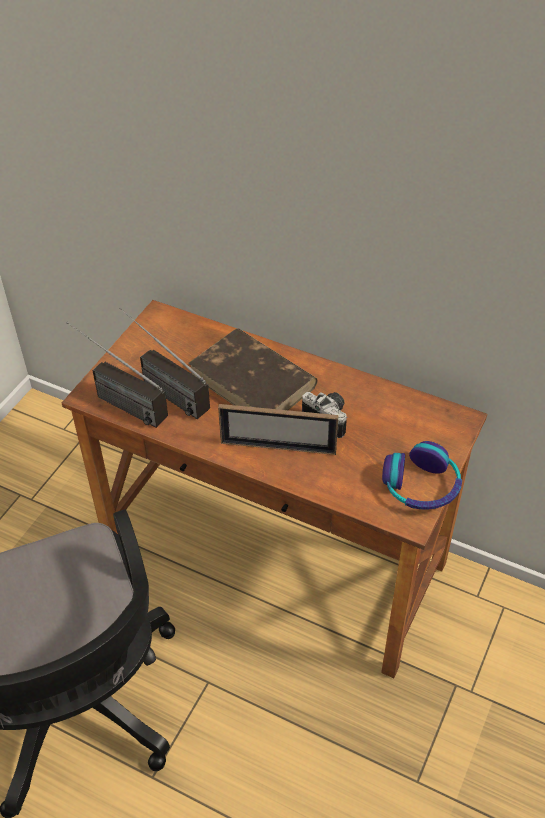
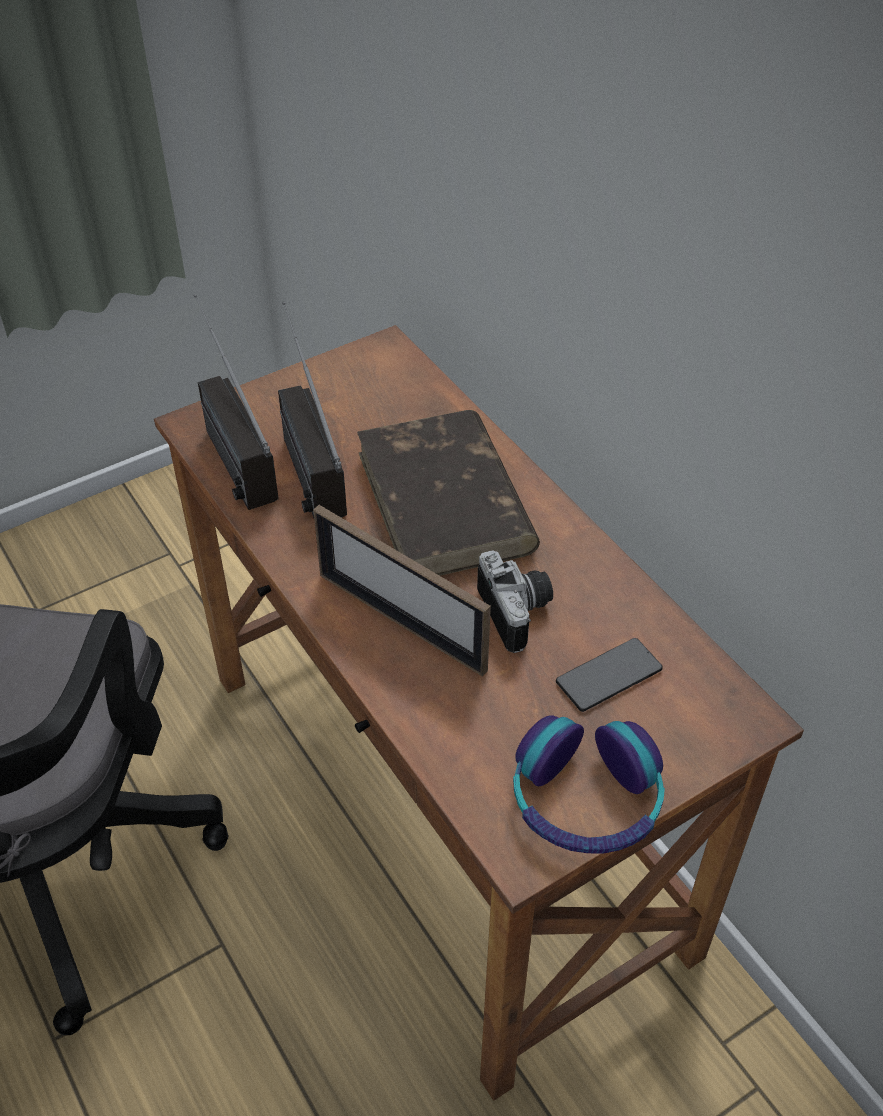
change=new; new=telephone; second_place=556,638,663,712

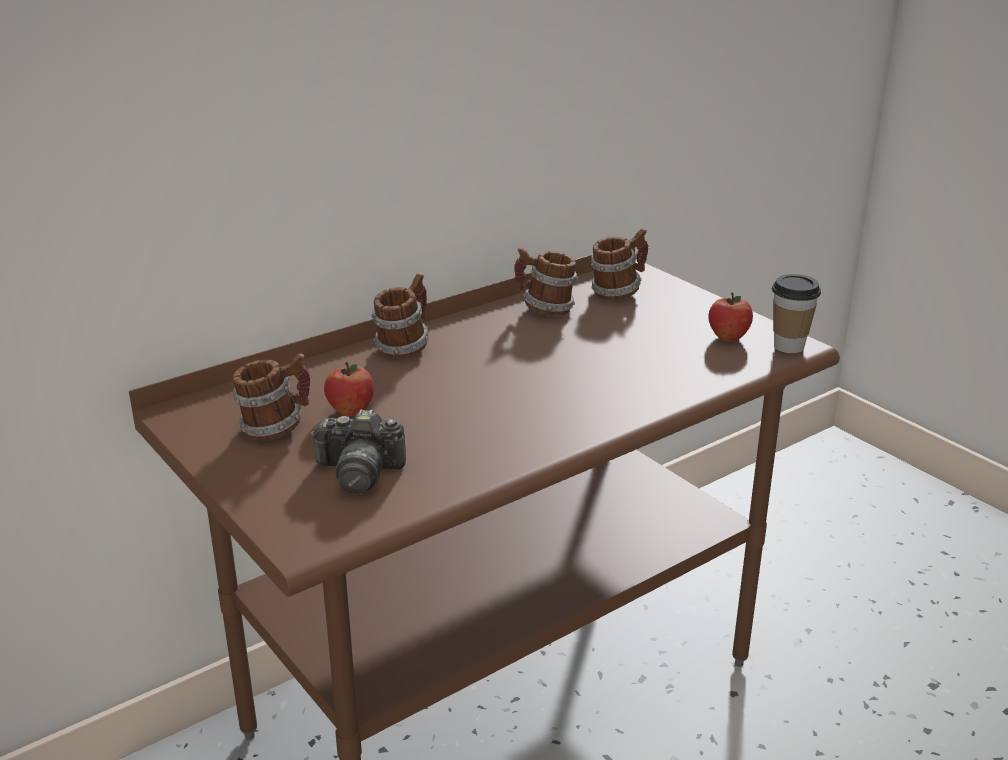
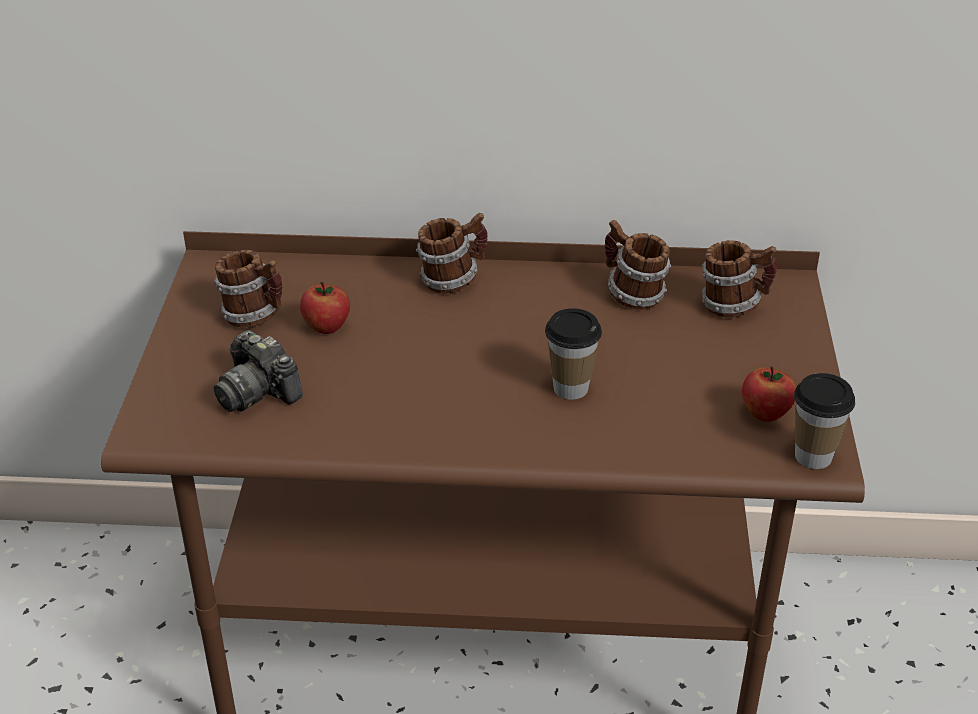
change=new; new=drinking cup; second_place=545,308,602,400

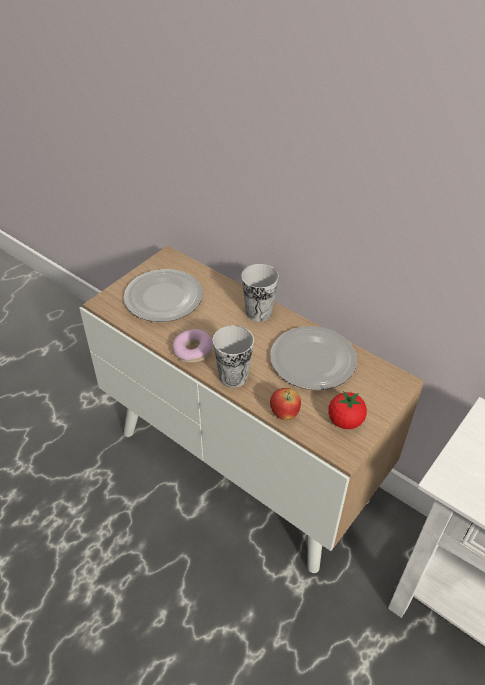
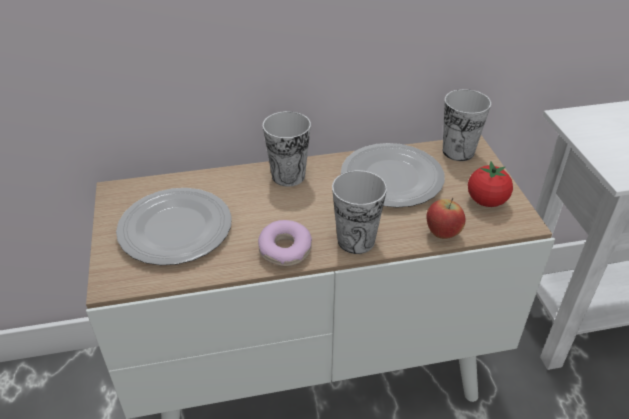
change=new; new=drinking cup; second_place=443,89,491,161

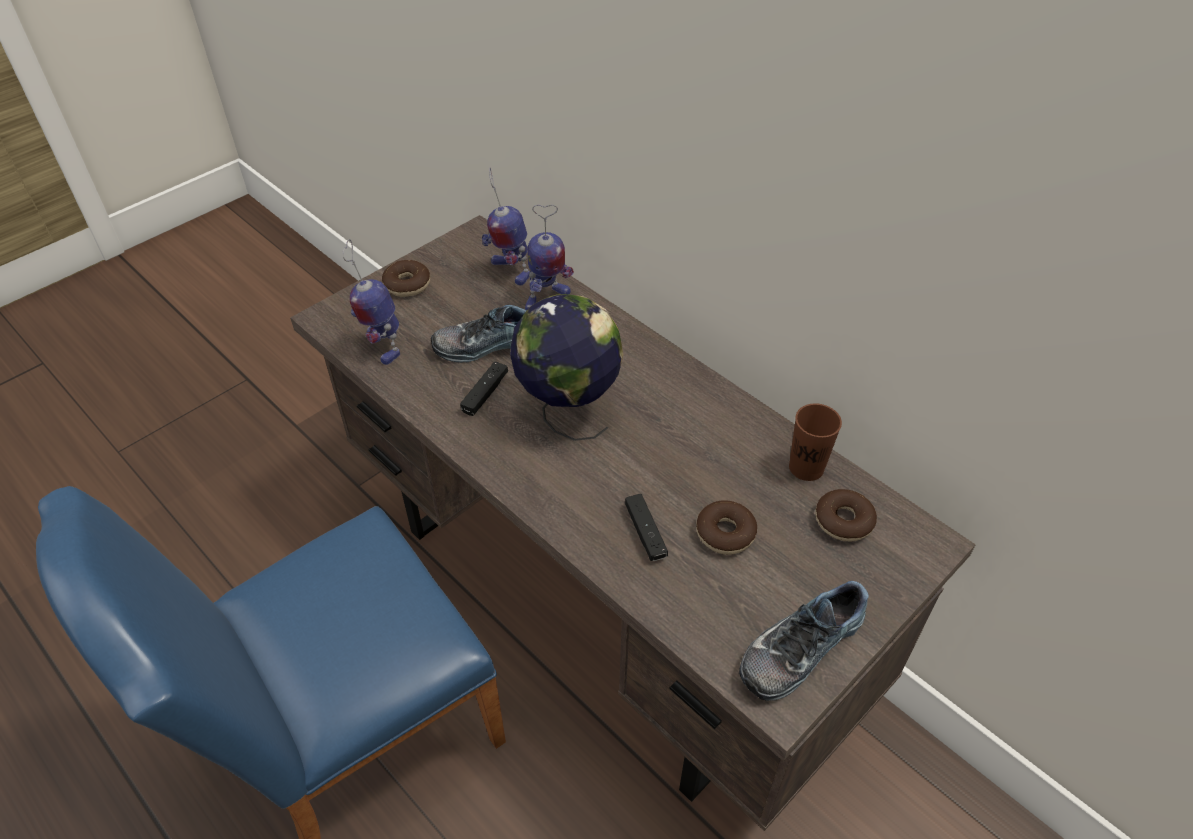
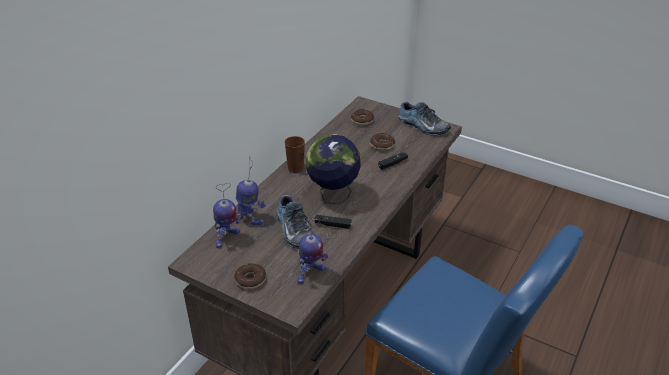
change=shifted; old=drinking cup (brown); first_place=789,403,842,481; second_place=285,136,305,173

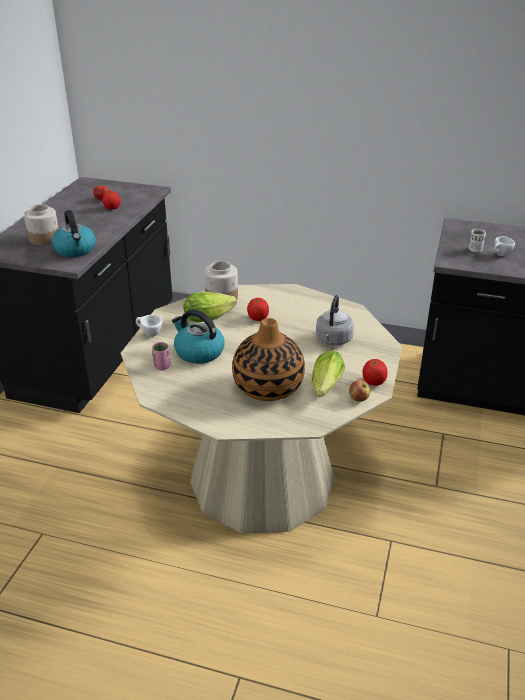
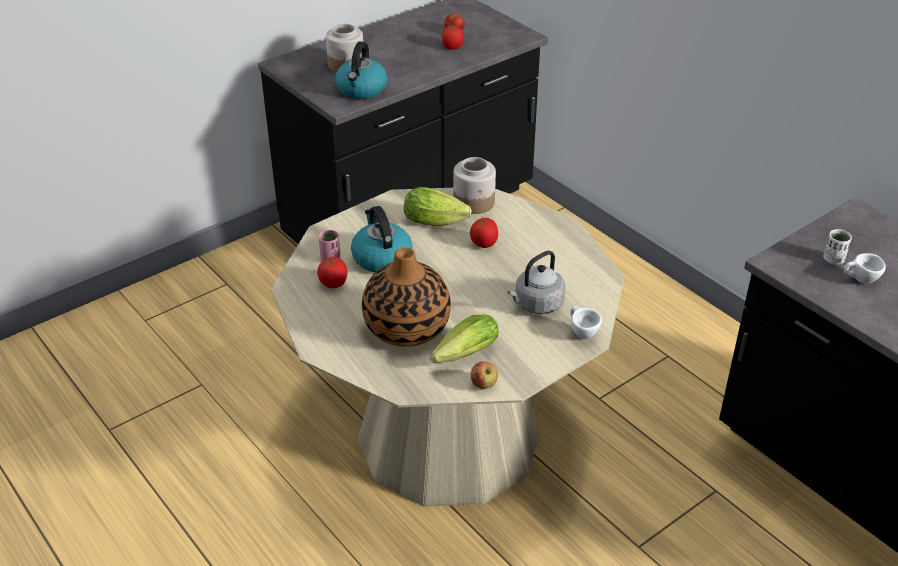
change=shifted; old=drinking cup (whitish); first_place=136,315,162,337; second_place=570,306,602,339
change=shifted; old=whole tomato; first_place=362,359,388,386; second_place=317,257,347,288

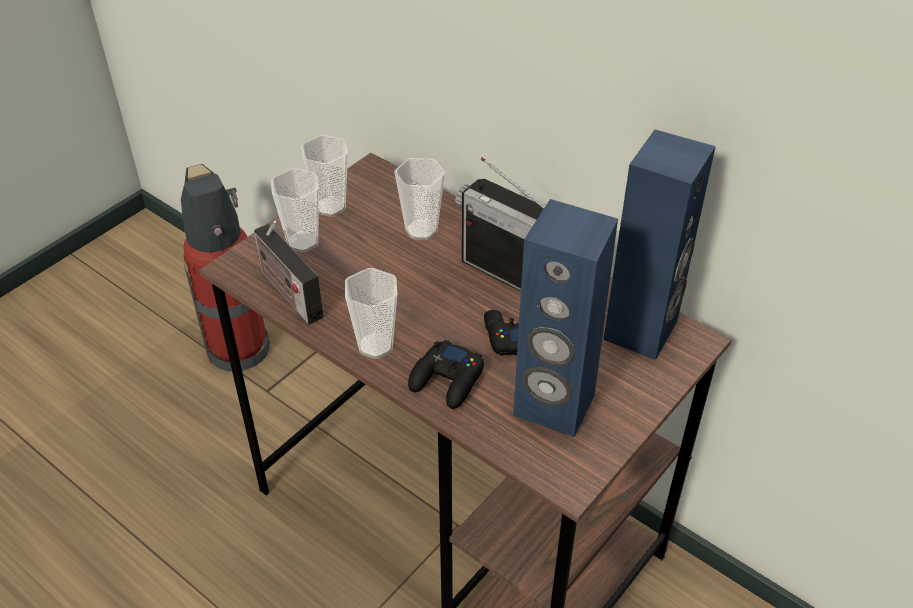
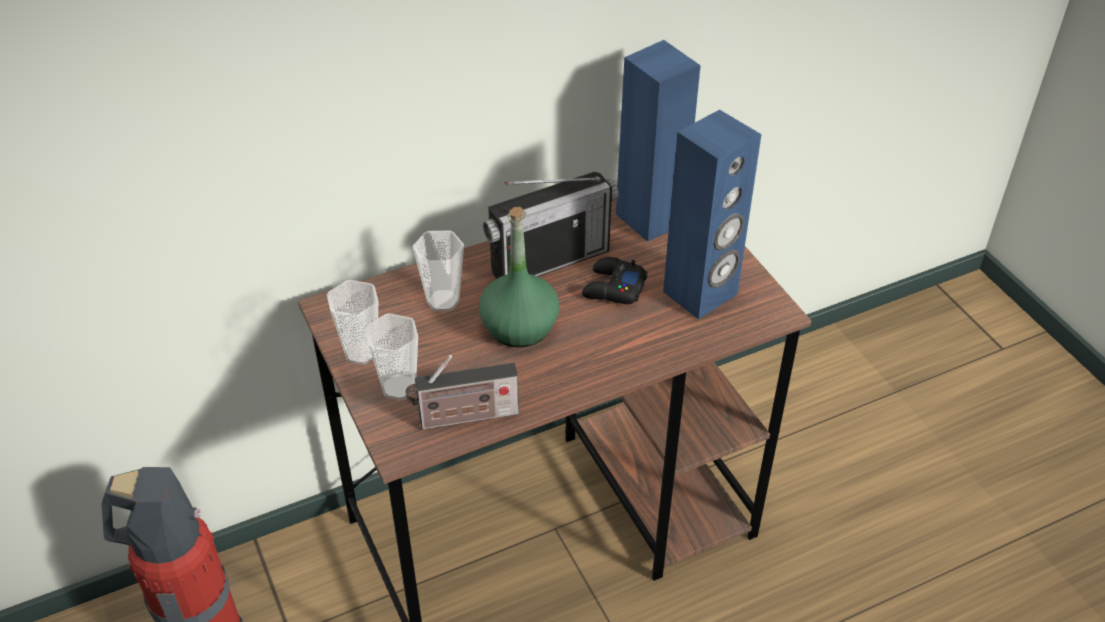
change=gone; old=drinking cup; first_place=345,268,397,359
change=gone; old=gamepad (blackish); first_place=408,340,484,409
change=new; new=bottle (green); second_place=479,207,560,348

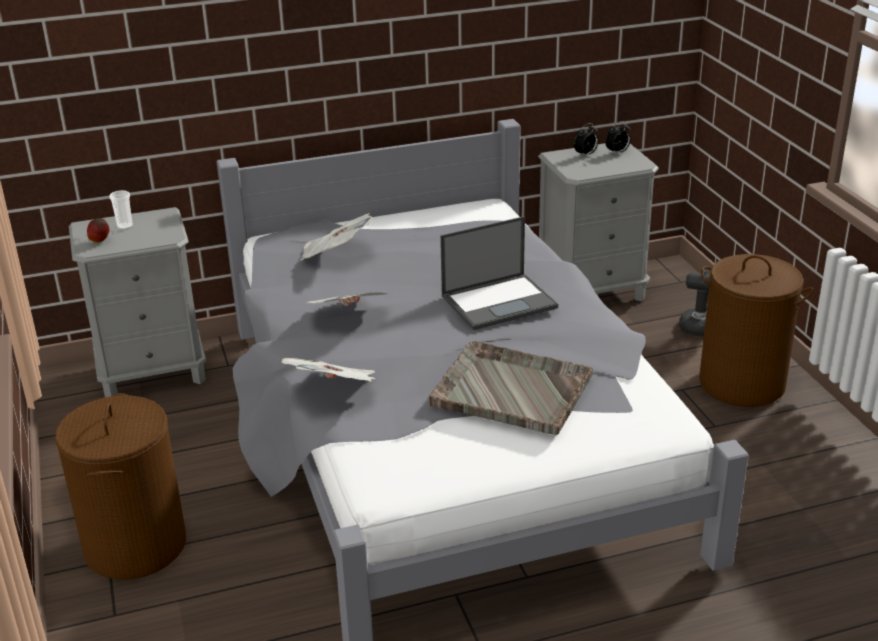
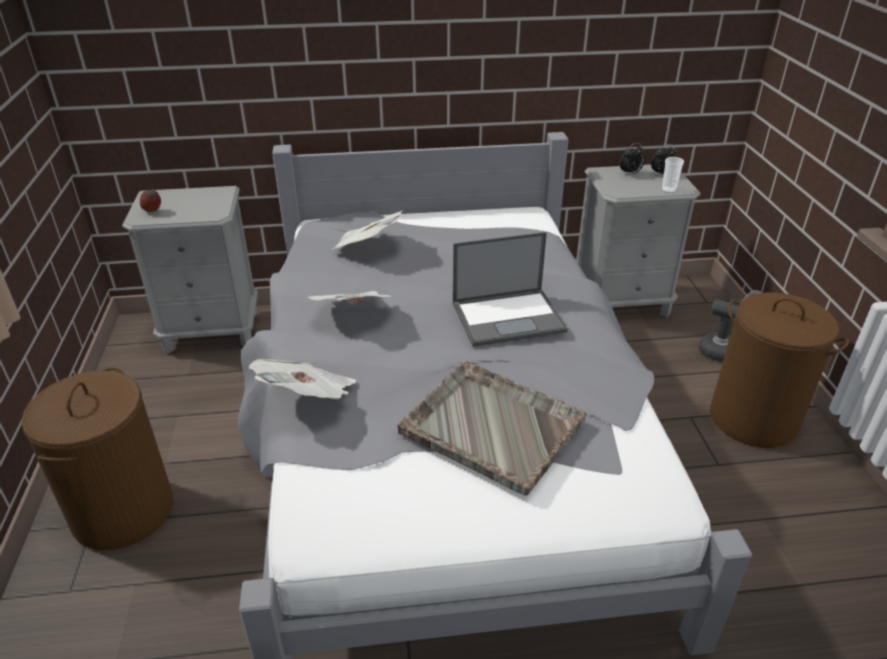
change=shifted; old=drinking cup; first_place=109,190,133,230; second_place=662,157,684,193

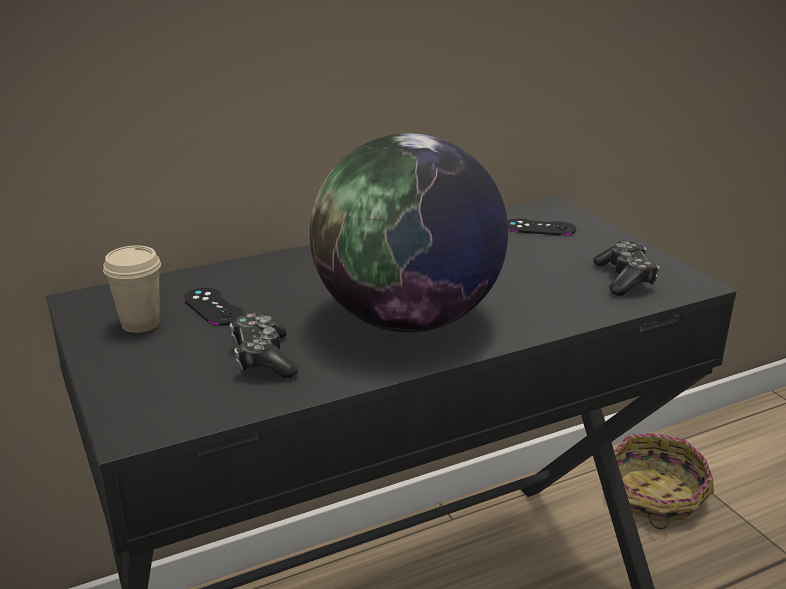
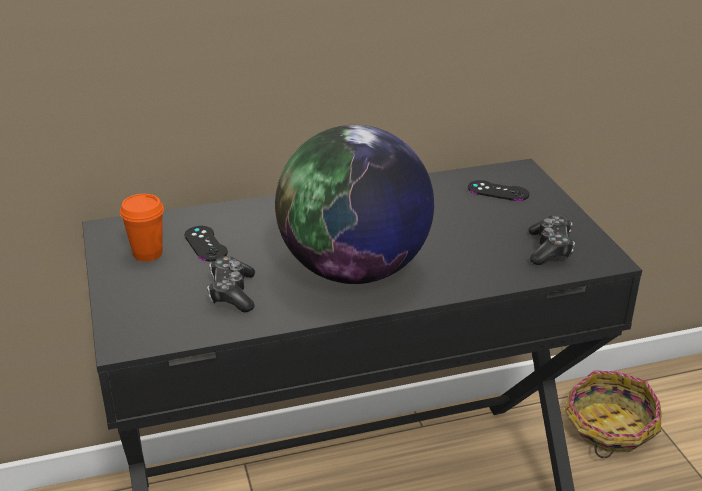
change=repainted; old=drinking cup (sand-coloured); new=drinking cup (orange-coloured); first_place=103,245,161,333; second_place=120,194,164,262

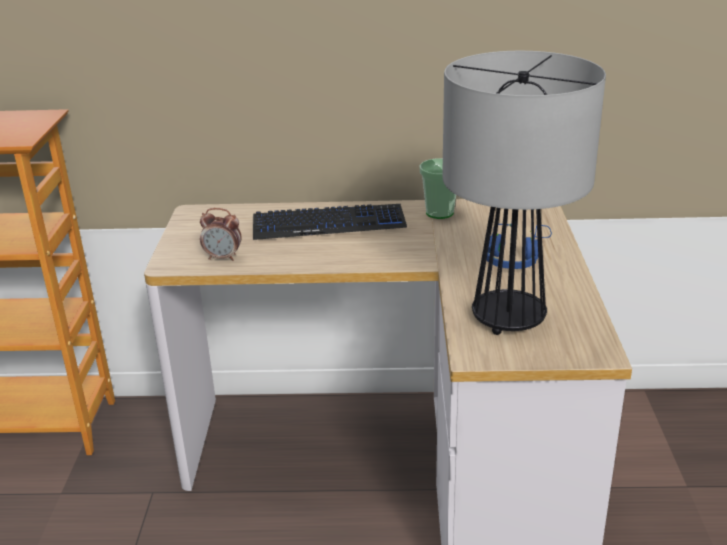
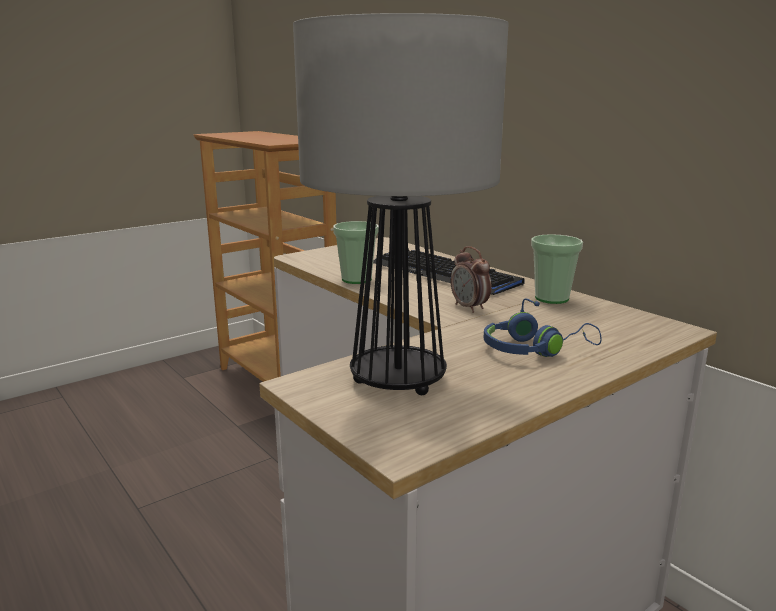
change=shifted; old=alarm clock; first_place=200,208,242,261; second_place=451,246,492,313
change=new; new=drinking cup; second_place=333,221,379,284

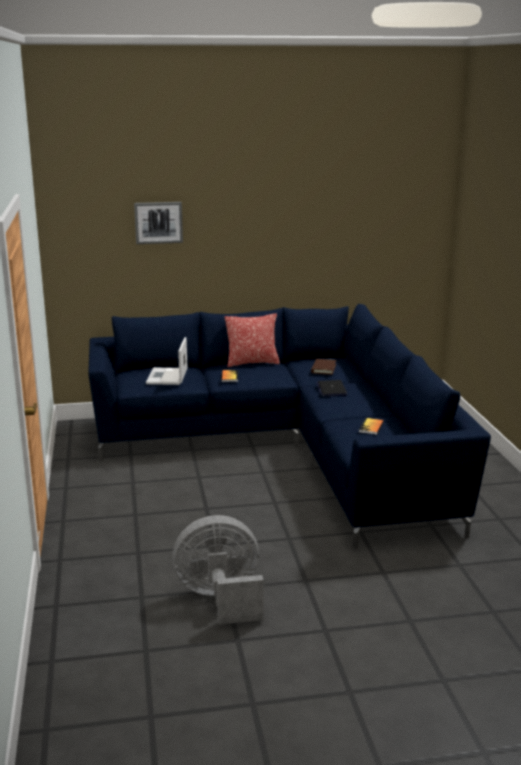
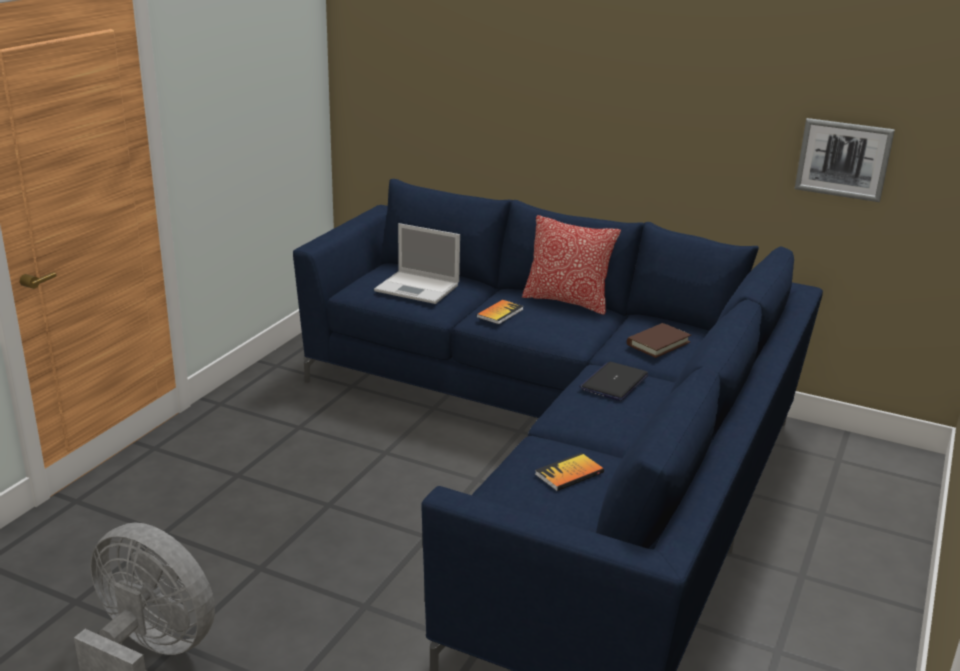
change=shifted; old=wall art; first_place=134,202,183,244; second_place=795,118,895,202
change=rotated; old=laptop; first_place=146,337,188,385; second_place=374,223,460,304; degrees=-105

